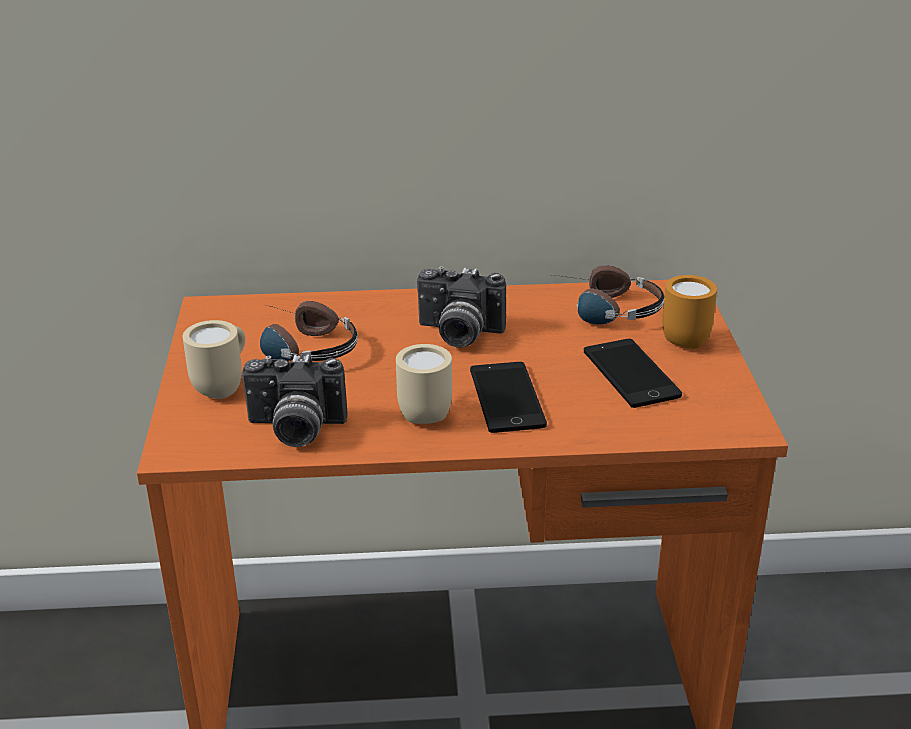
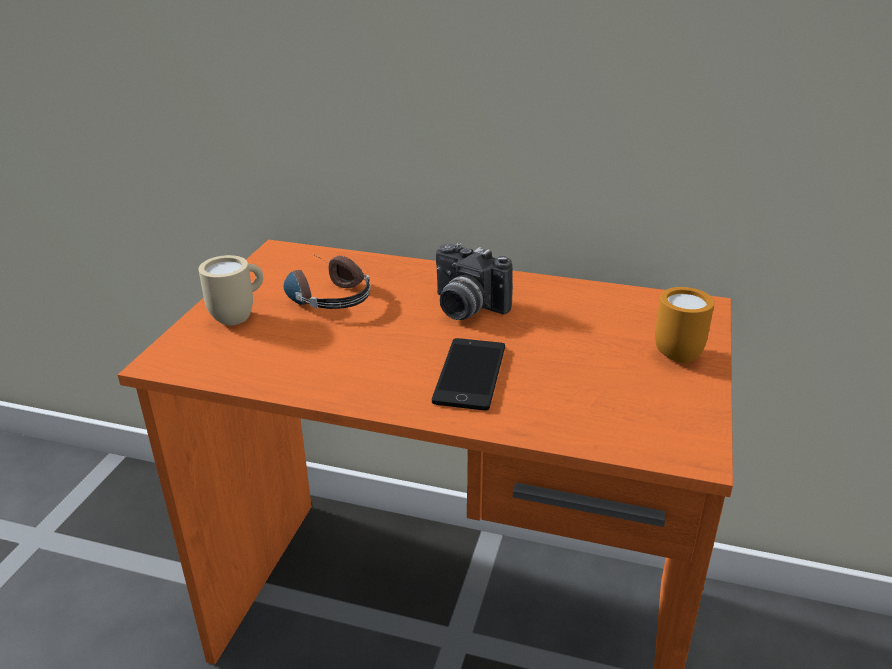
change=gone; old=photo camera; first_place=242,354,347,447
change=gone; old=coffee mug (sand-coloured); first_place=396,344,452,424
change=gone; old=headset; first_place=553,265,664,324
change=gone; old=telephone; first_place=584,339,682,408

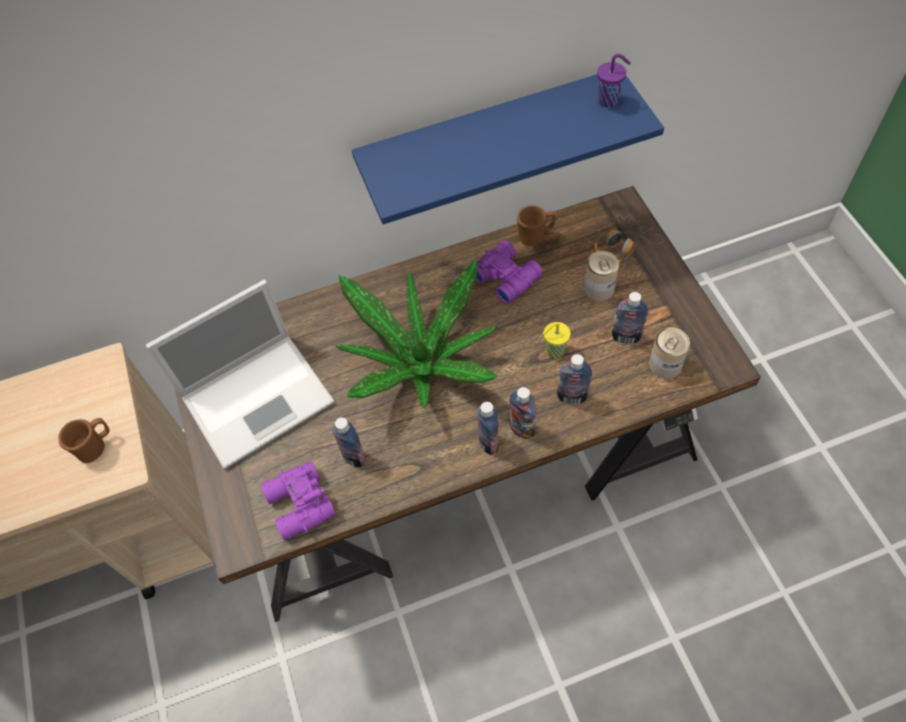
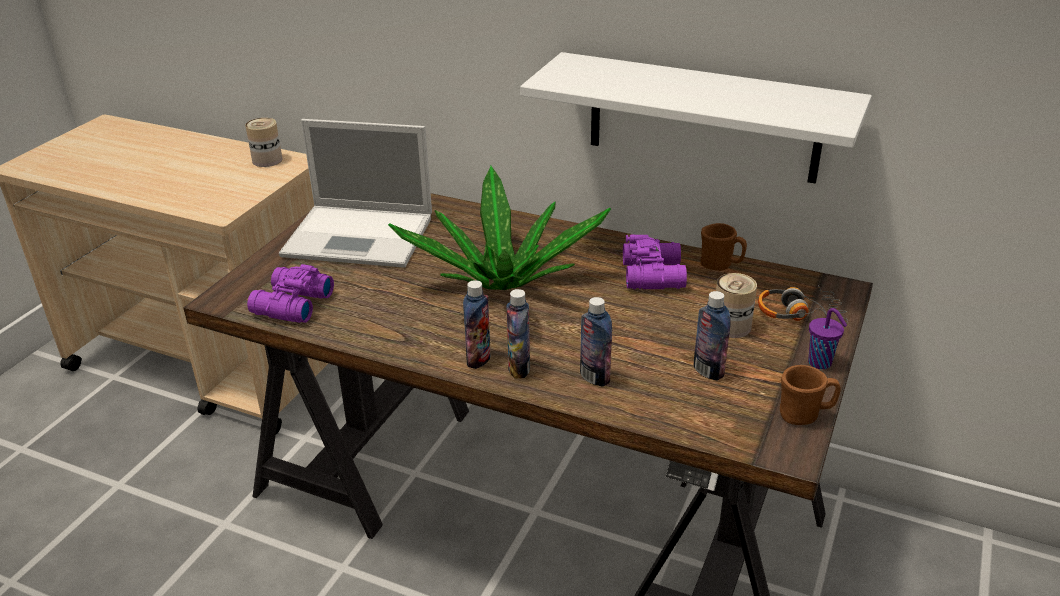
change=shifted; old=coffee mug (brown); first_place=58,418,110,463; second_place=780,365,841,425
change=gone; old=bottle; first_place=332,418,366,467
change=repainted; old=shelf (blue-coloured); new=shelf (whitish); first_place=352,74,664,224; second_place=520,52,872,184
change=gone; old=drinking cup (yellow-coloured); first_place=543,322,570,359
change=shifted; old=drinking cup (purplish); first_place=597,54,631,108; second_place=808,308,847,369
change=shifted; old=metal can; first_place=649,327,690,379; second_place=245,118,282,167

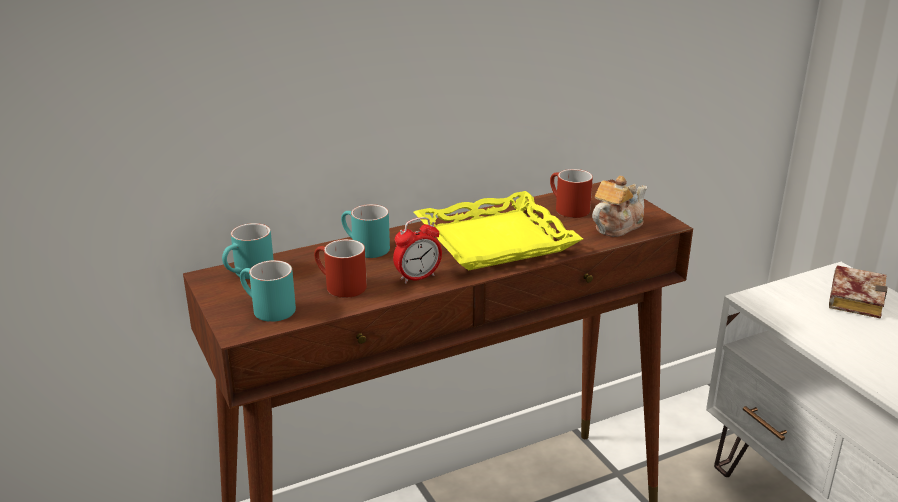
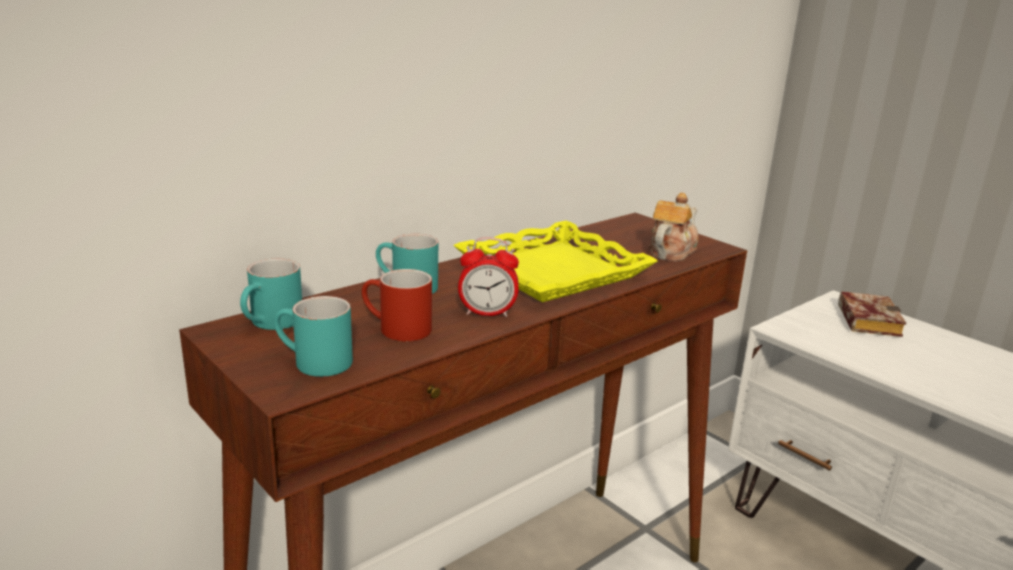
change=rotated; old=alarm clock; first_place=393,217,442,284; second_place=458,237,519,317; degrees=45
change=gone; old=coffee mug (red-coloured); first_place=550,169,593,218

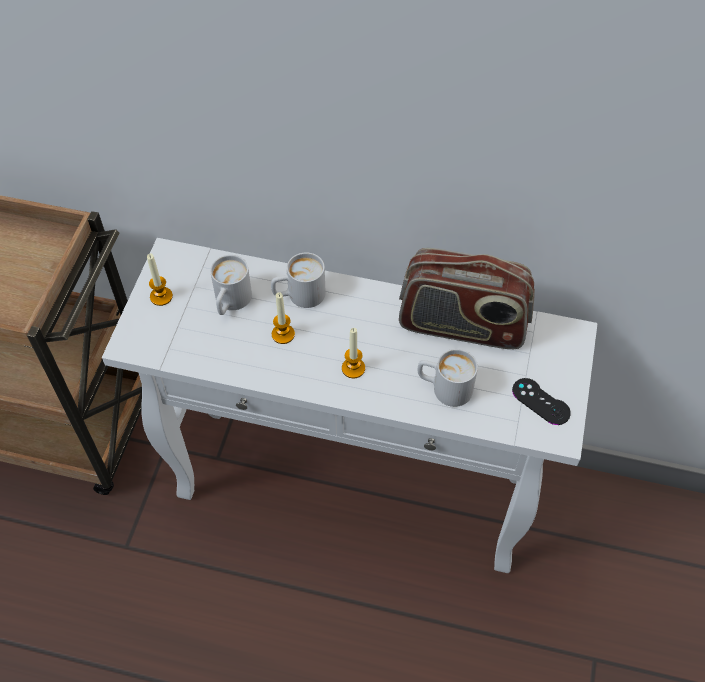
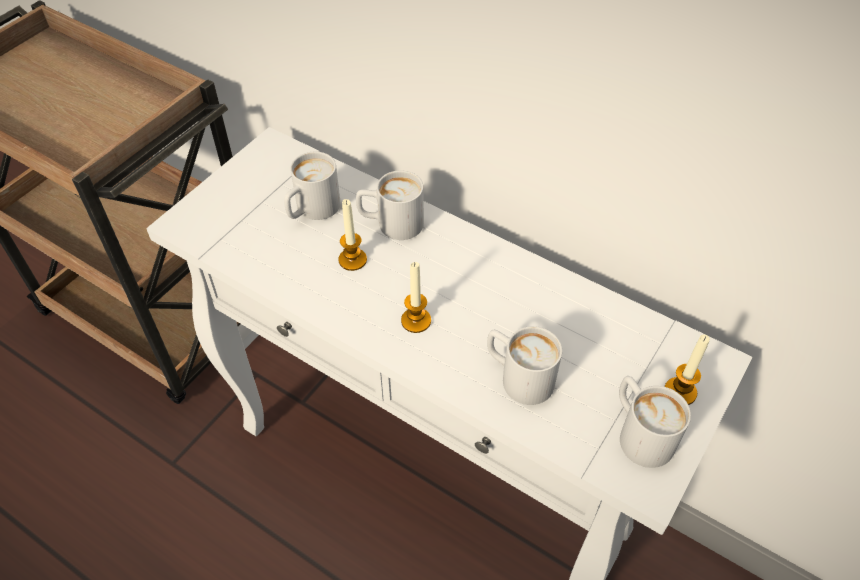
change=shifted; old=candle; first_place=147,253,173,306; second_place=664,334,710,405
change=gone; old=radio; first_place=399,248,535,349
change=swapped; old=gamepad (blackish); new=coffee mug (whitish); first_place=512,378,571,425; second_place=619,376,691,468

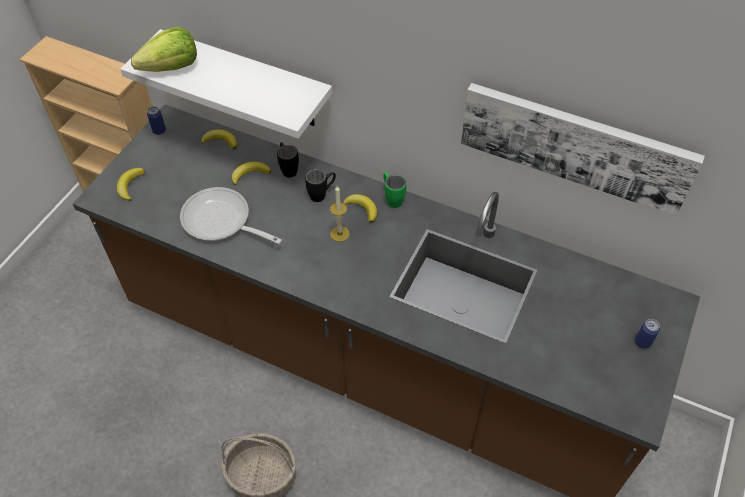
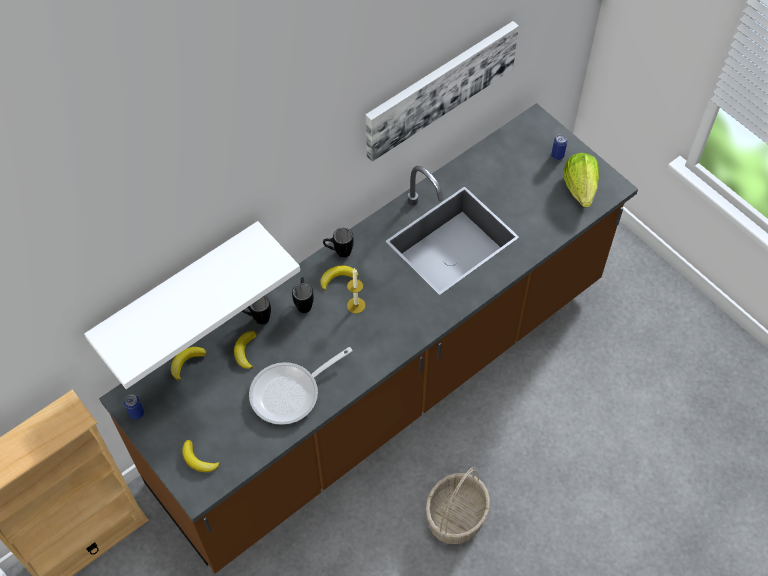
change=shifted; old=lettuce; first_place=131,27,197,72; second_place=563,153,599,207
change=repainted; old=coffee mug (green); new=coffee mug (blackish); first_place=383,172,406,208; second_place=323,228,354,258

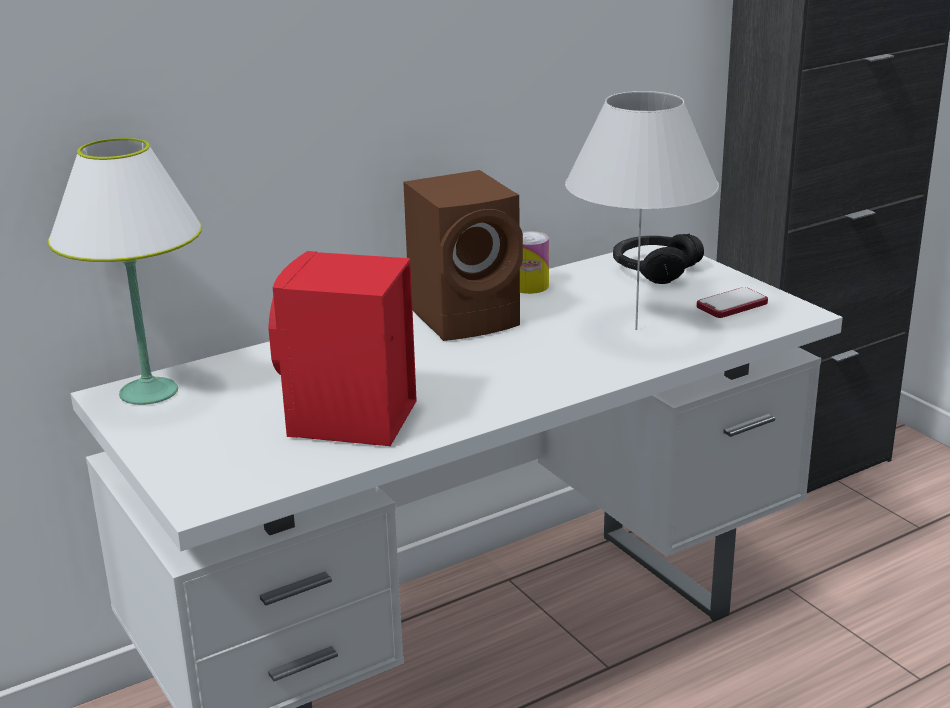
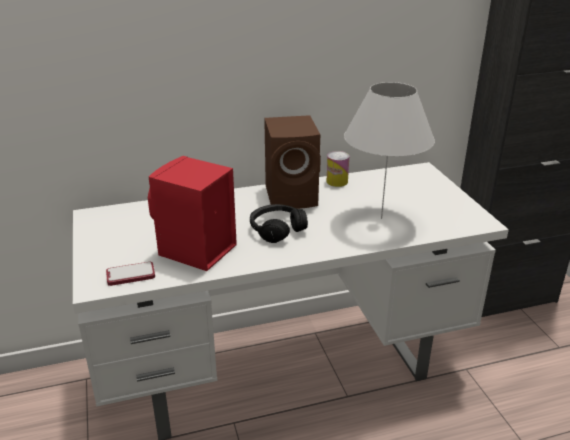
change=gone; old=table lamp (whitish); first_place=48,138,202,405
change=shifted; old=headset (blackish); first_place=613,234,704,284; second_place=250,204,308,243
change=shifted; old=telephone; first_place=697,287,768,318; second_place=106,262,155,286

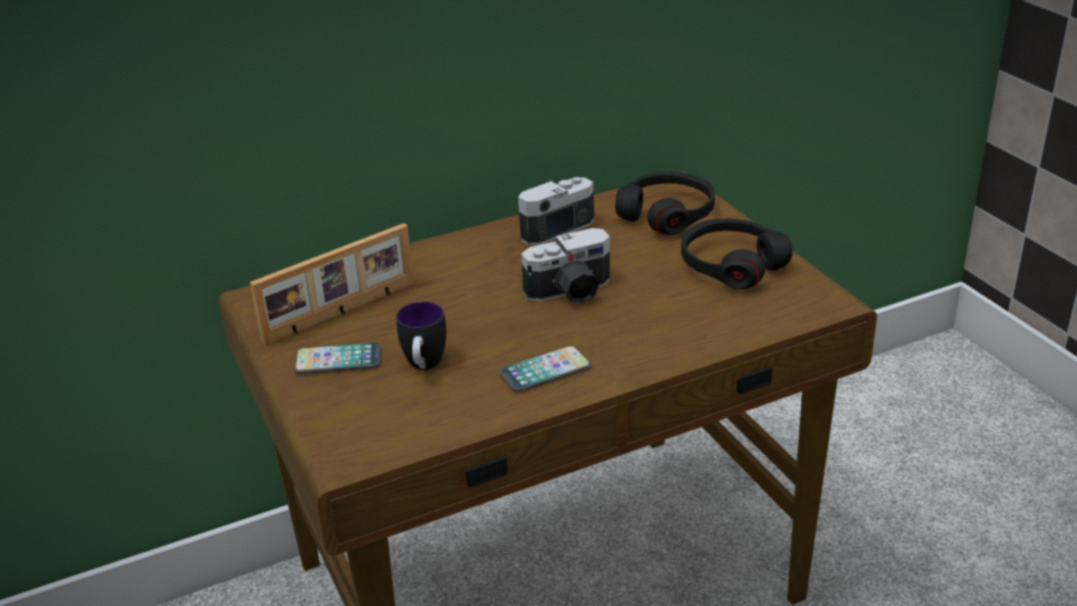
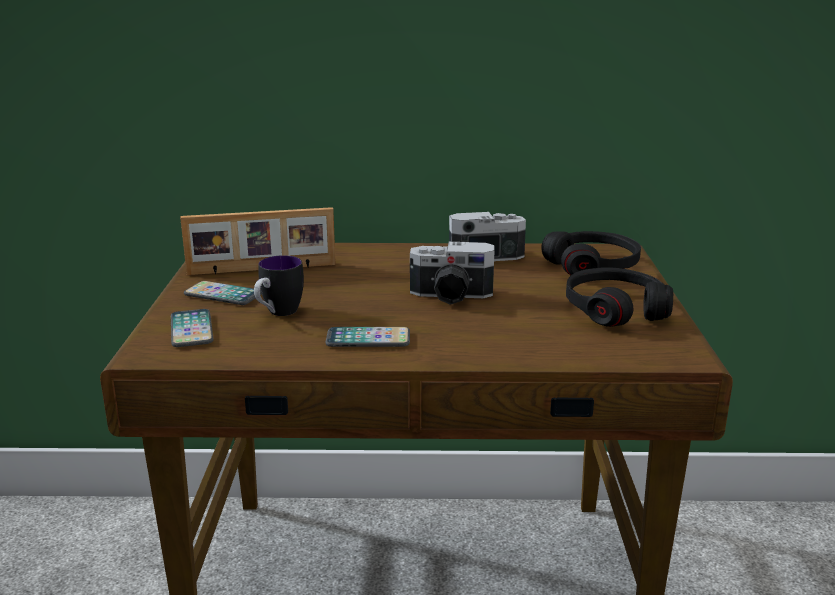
change=new; new=telephone; second_place=171,309,214,347

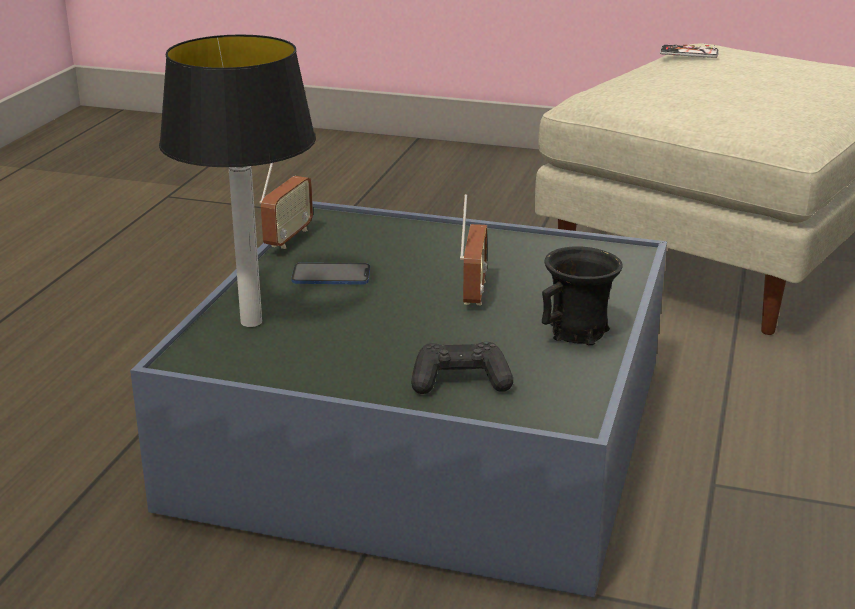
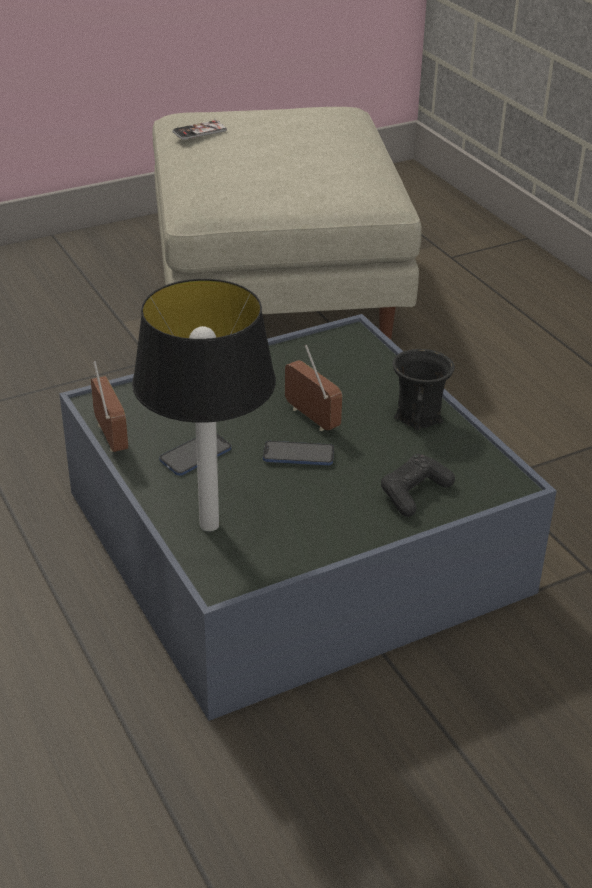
change=new; new=telephone; second_place=263,441,334,465

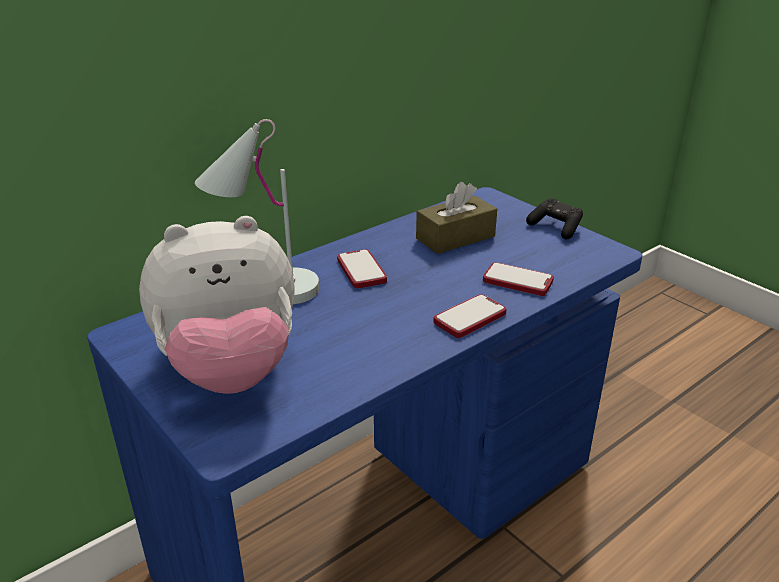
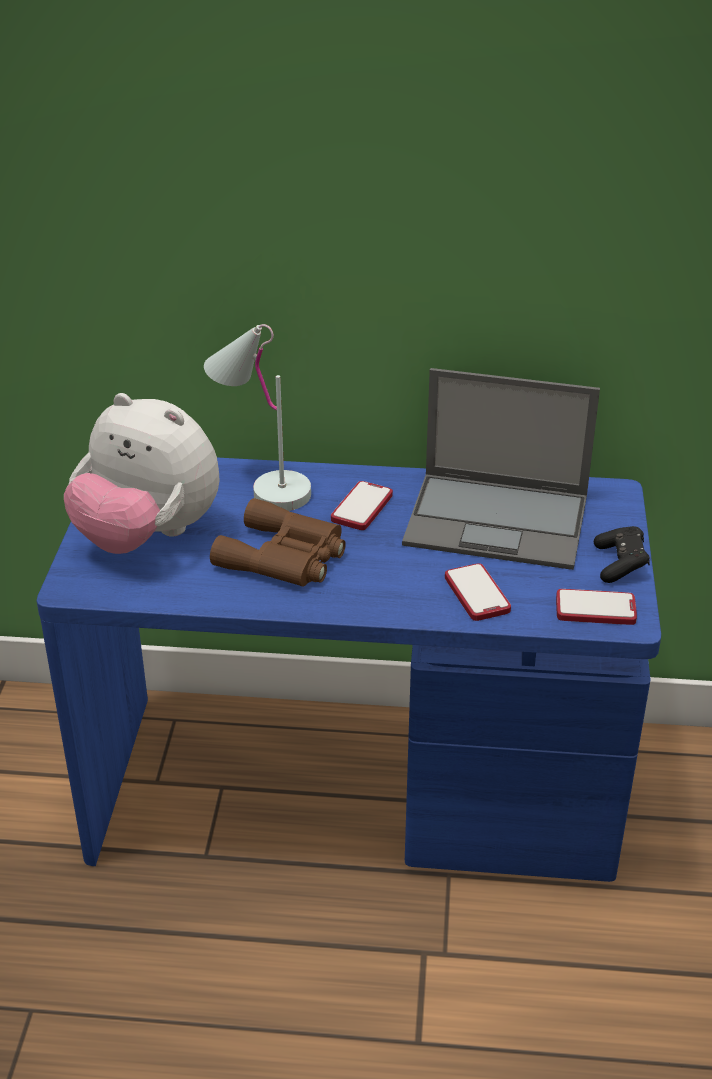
change=swapped; old=tissue box (brown); new=laptop; first_place=416,182,497,254; second_place=402,368,600,570
change=shifted; old=telephone; first_place=433,294,506,338; second_place=556,589,637,625
change=new; new=binoculars (brown); second_place=210,498,346,587

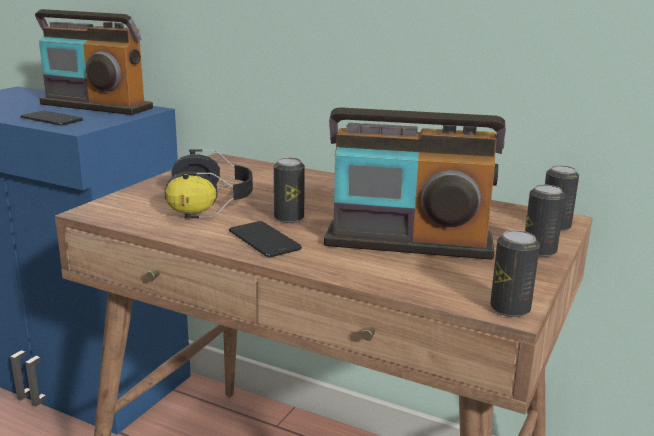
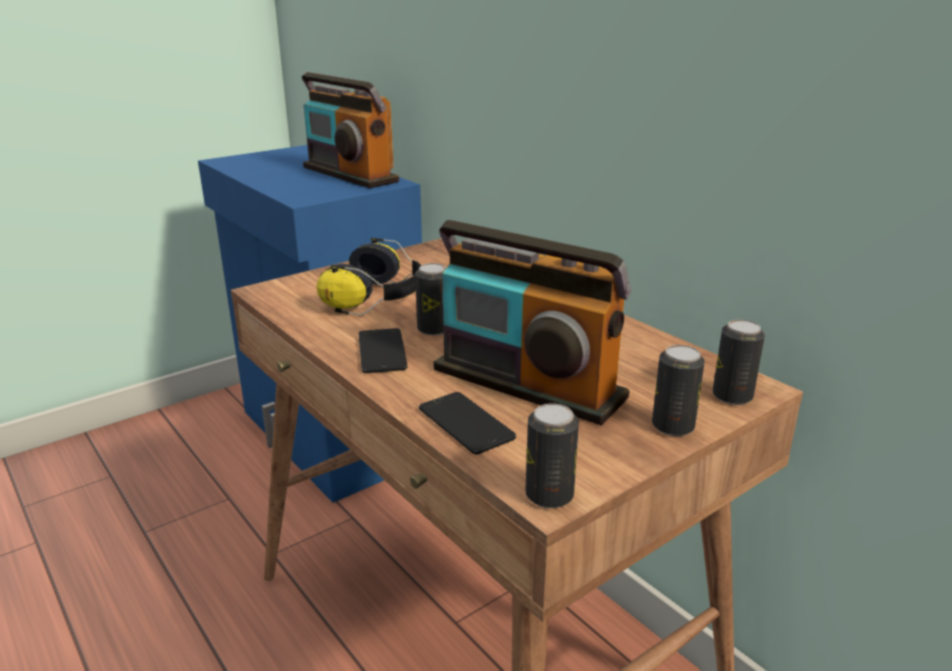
change=shifted; old=telephone; first_place=21,111,83,126; second_place=419,392,516,455

